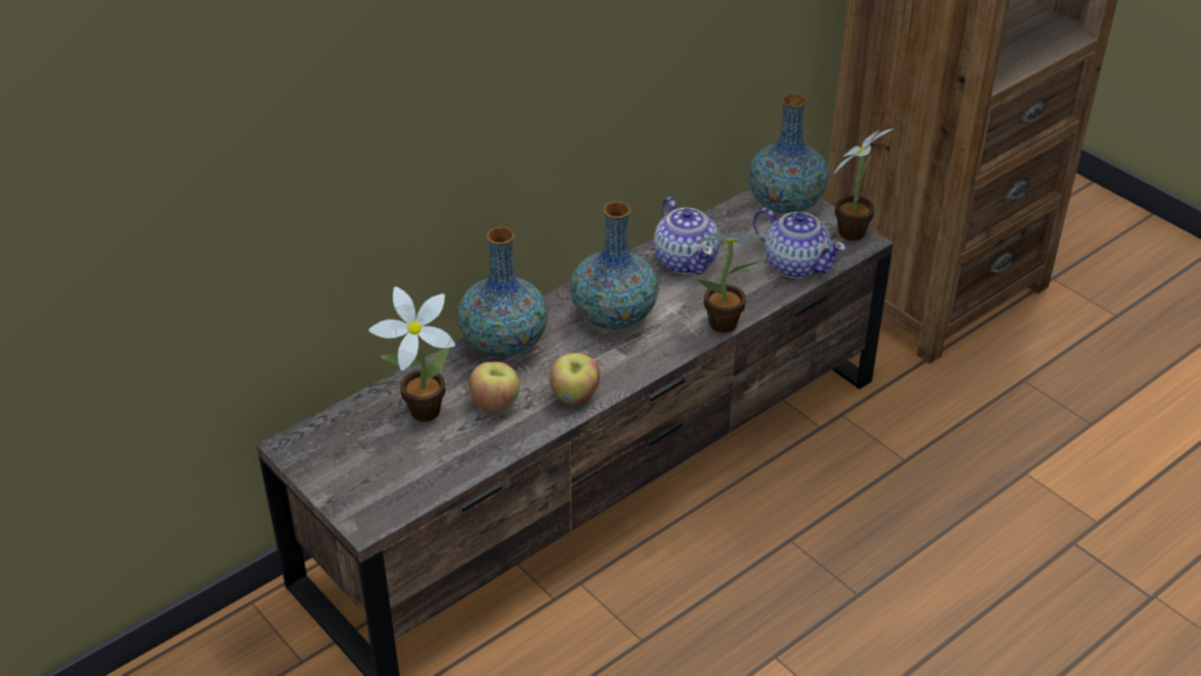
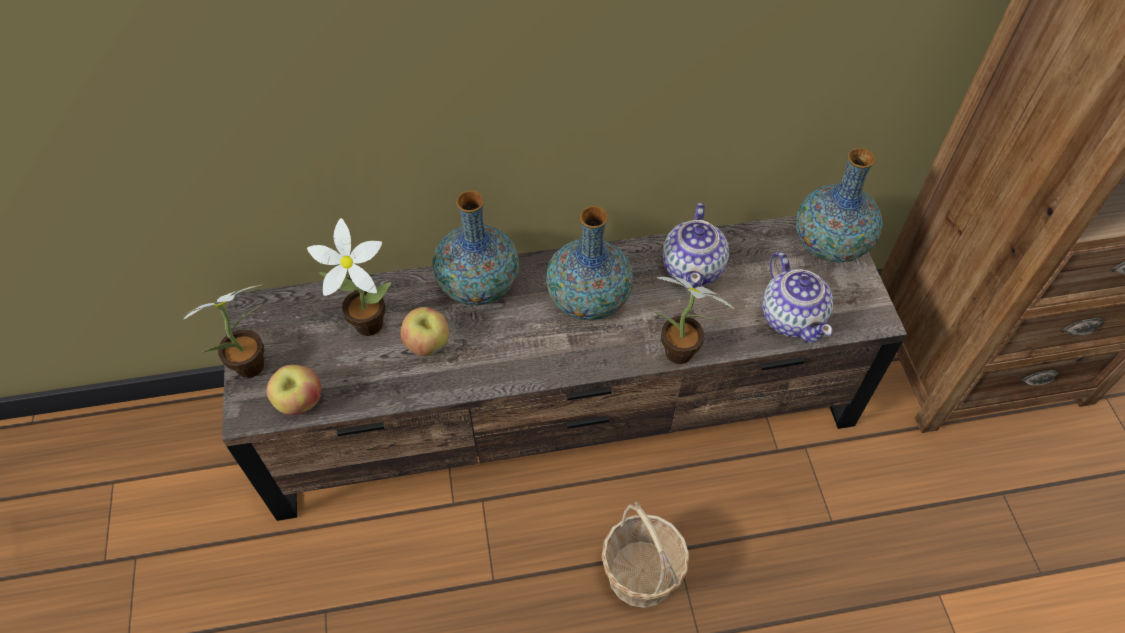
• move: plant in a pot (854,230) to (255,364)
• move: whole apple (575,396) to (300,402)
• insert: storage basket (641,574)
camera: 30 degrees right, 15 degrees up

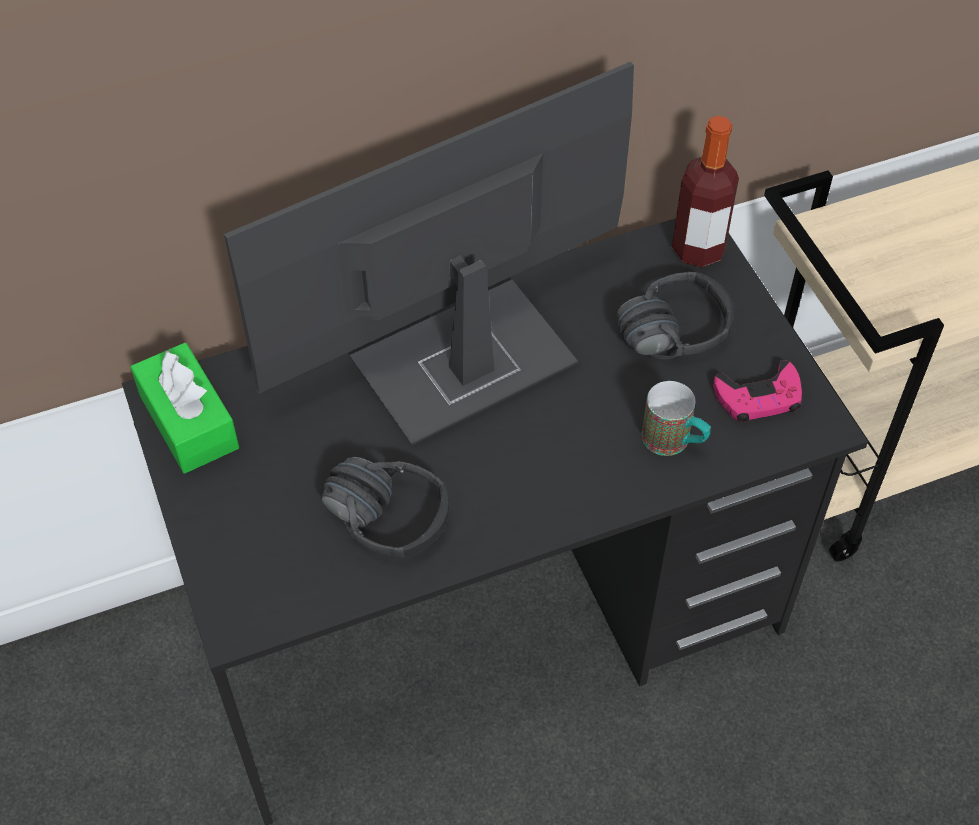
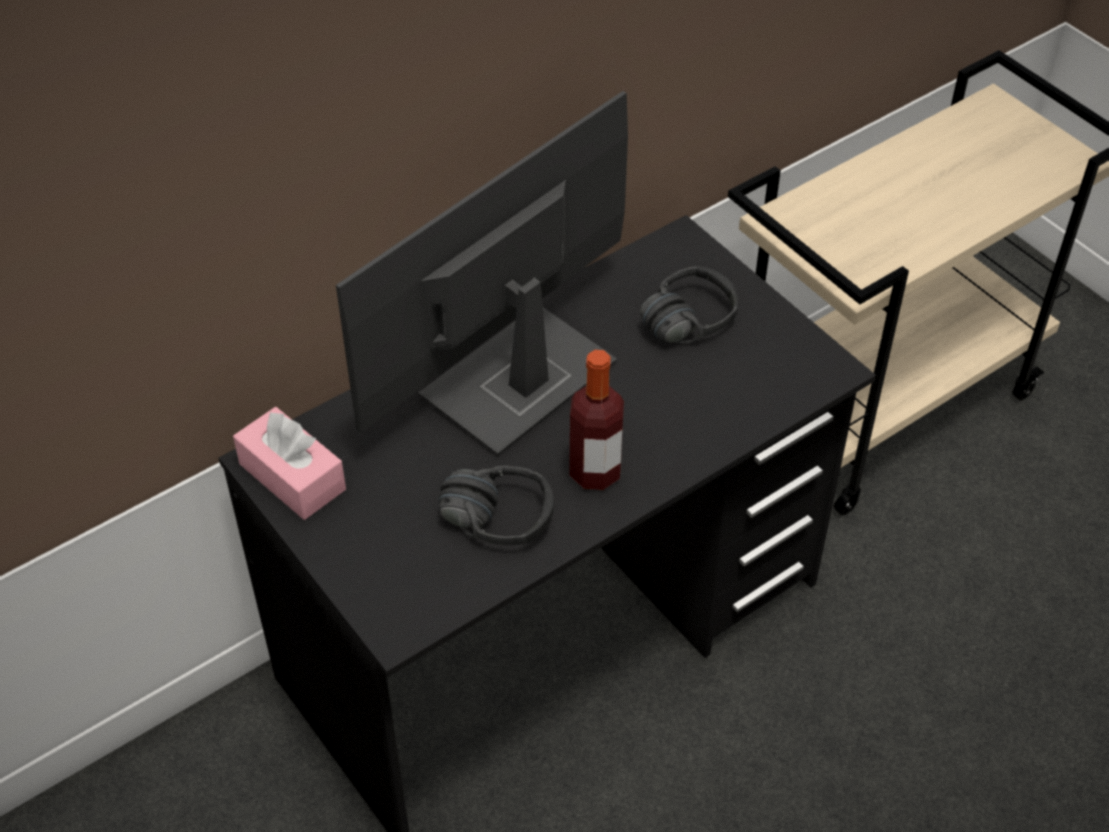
• move: drink bottle (698,249) to (595,472)
• recolor: greenish tissue holder (189,421) to pink-coloured tissue holder (292,477)
• delete: pink-coloured gamepad (759,397)
• delete: coffee mug (674,442)
camera: 15 degrees left, 5 degrees down

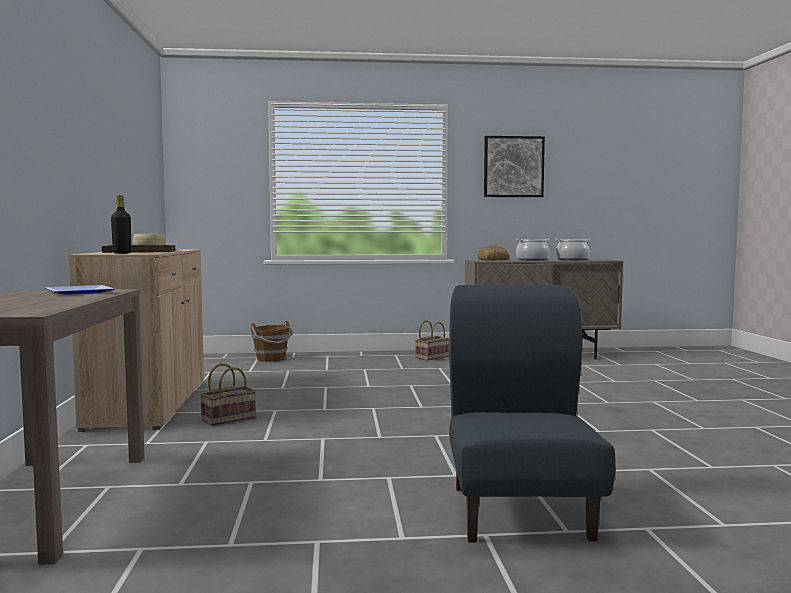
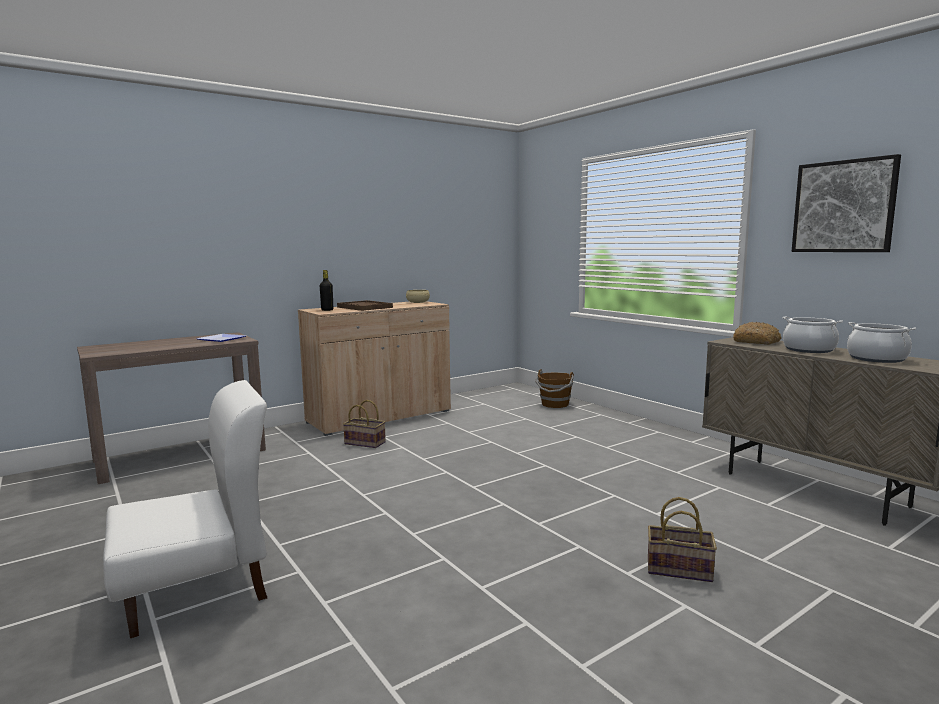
• recolor: blue plain chair (520,511) to whitish plain chair (196,590)
• move: storage basket (432,357) to (680,569)
camera: 60 degrees right, 5 degrees up

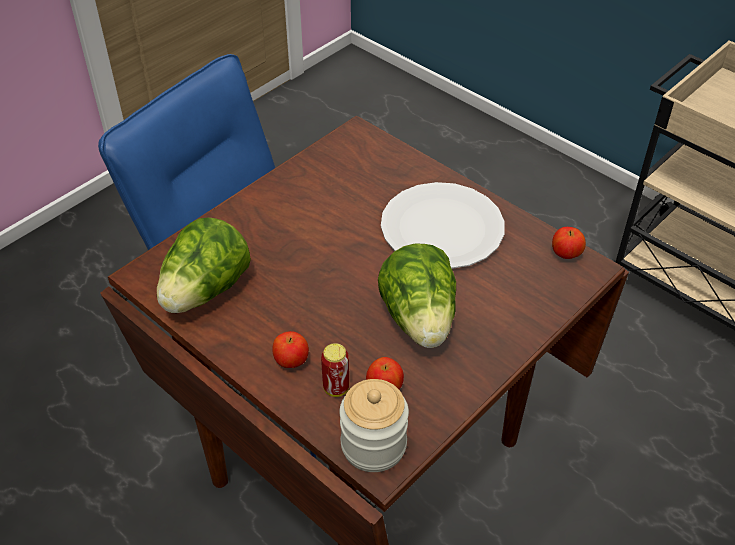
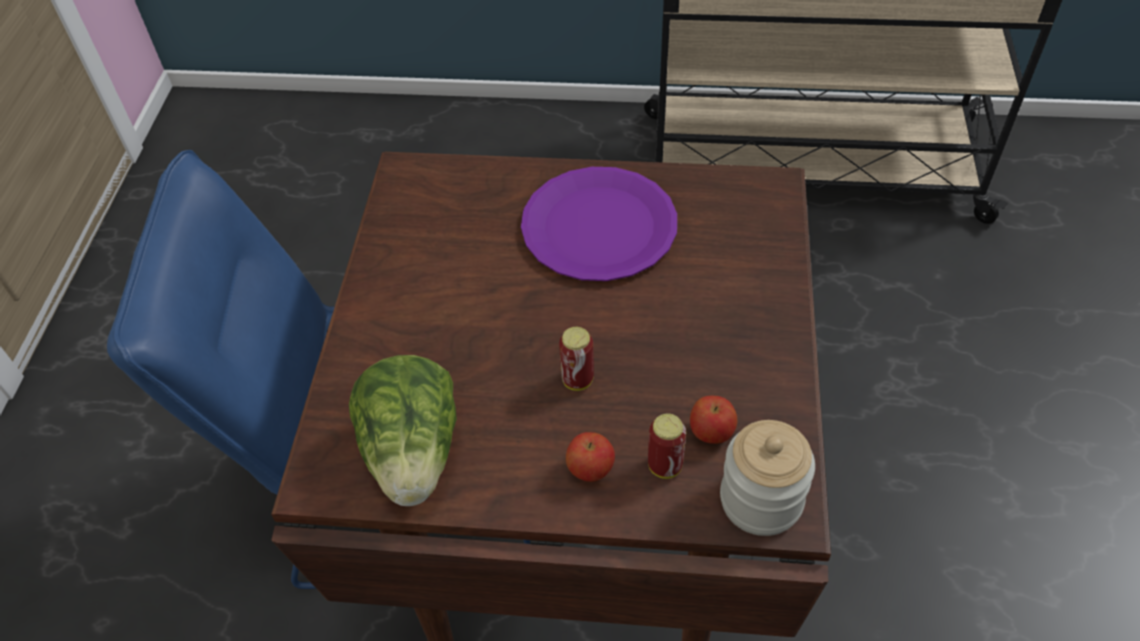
• recolor: whitish dinner plate (442,228) to purplish dinner plate (598,226)
• delete: whole apple (566,254)
• delete: lettuce (420,319)
• insert: sealed can (577,380)
camera: 35 degrees left, 5 degrees up

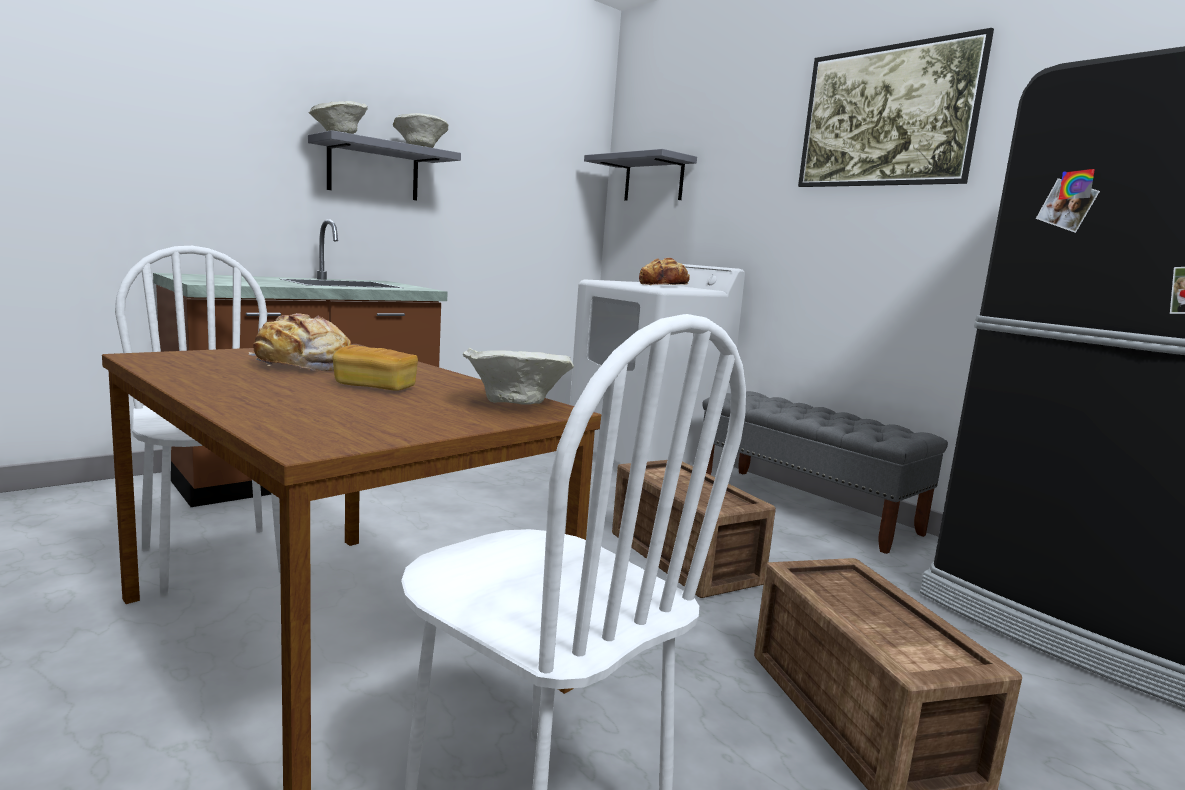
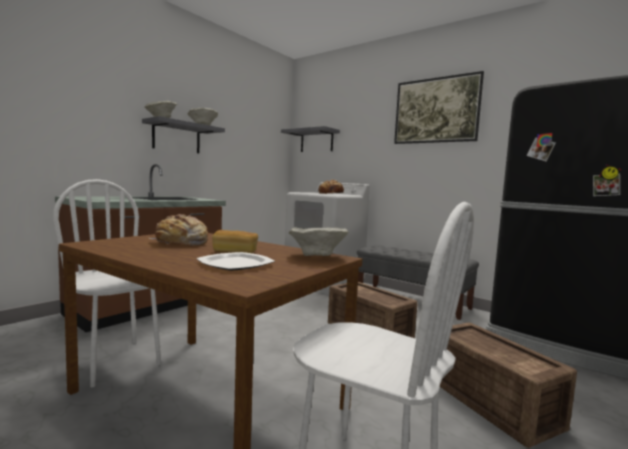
• insert: dinner plate (235,264)
camera: 10 degrees left, 5 degrees down

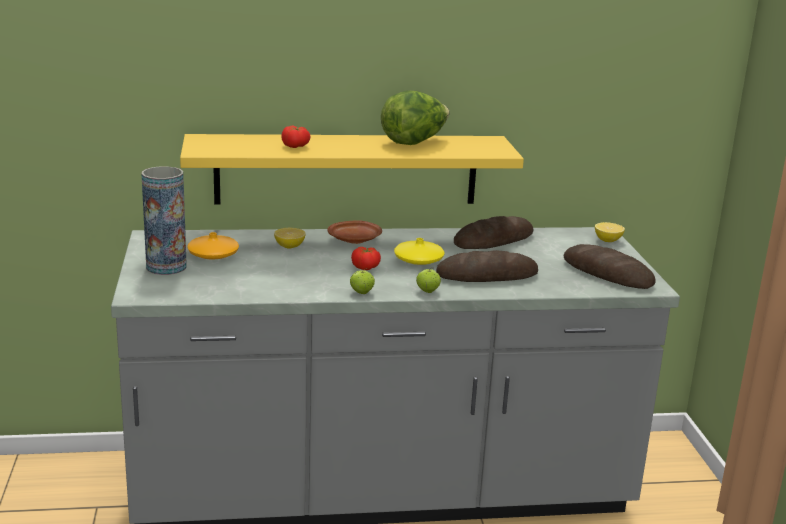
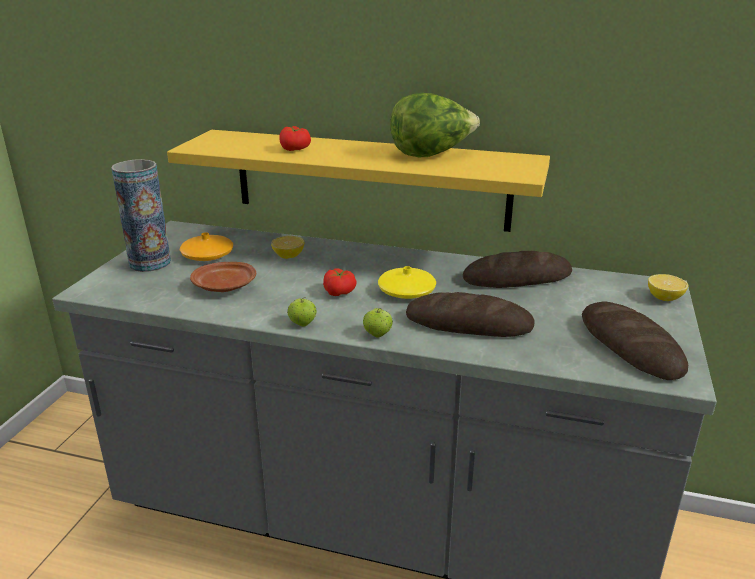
• move: brown-coloured dinner plate (355,240) to (226,286)
camera: 25 degrees right, 5 degrees up

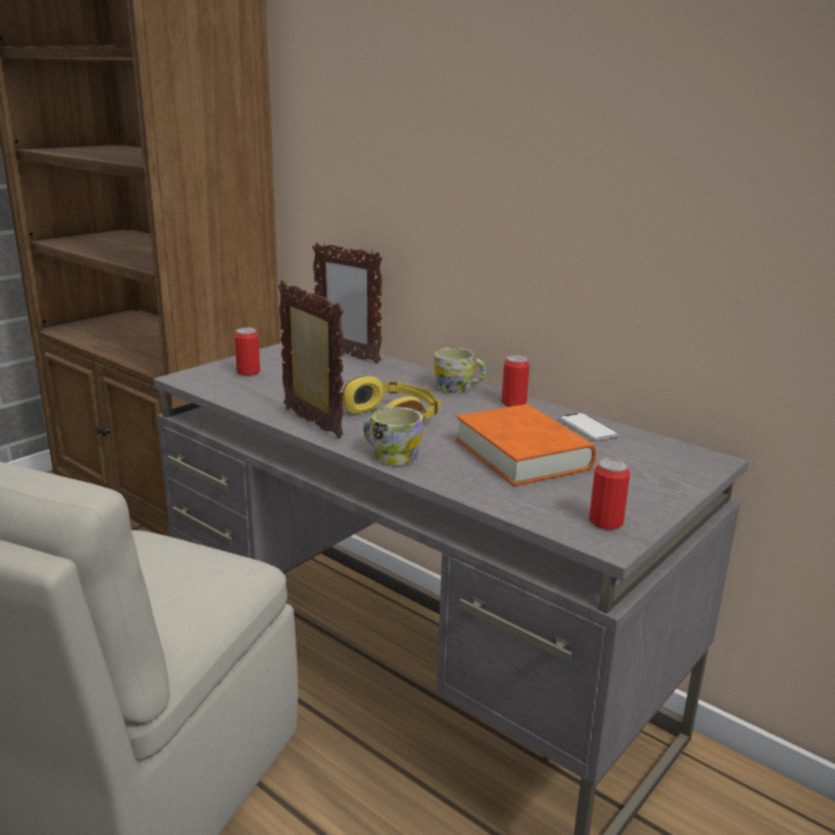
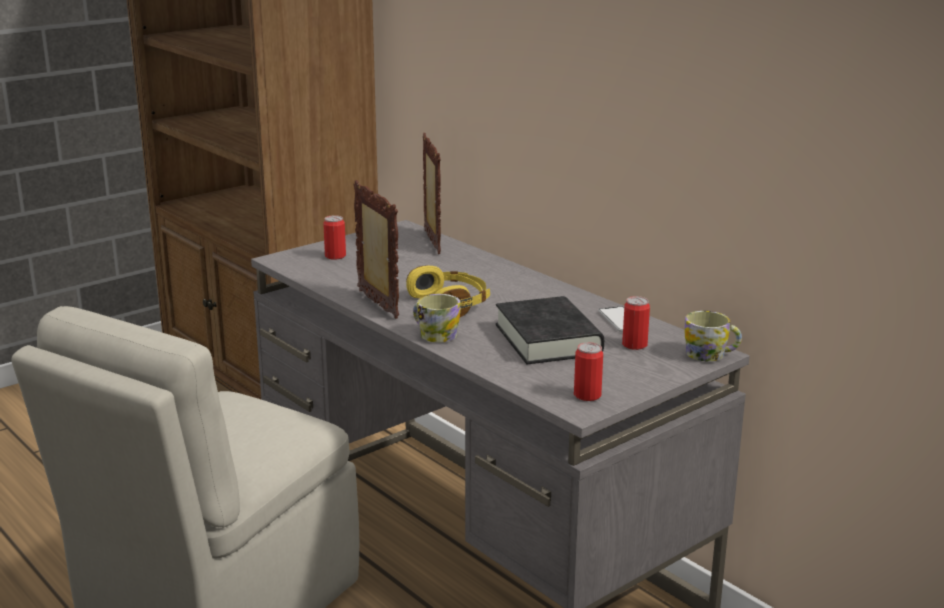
• rotate: picture frame (347,355) = (431,242) 150 degrees counterclockwise
• move: coffee mug (459,387) to (711,355)
• move: sealed can (513,403) to (634,345)
• recolor: orange book (522,454) to black book (548,339)
camera: 10 degrees right, 0 degrees up

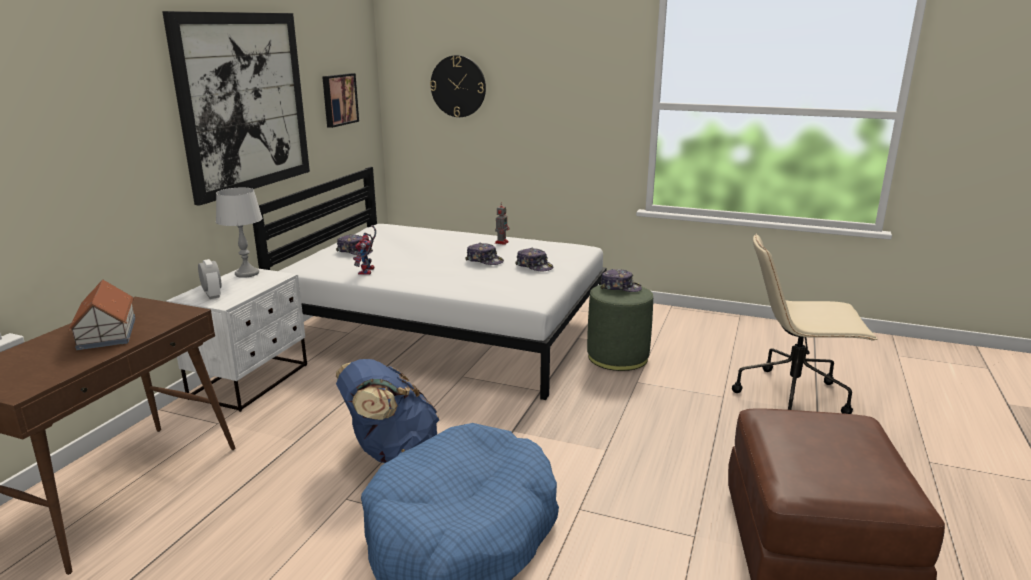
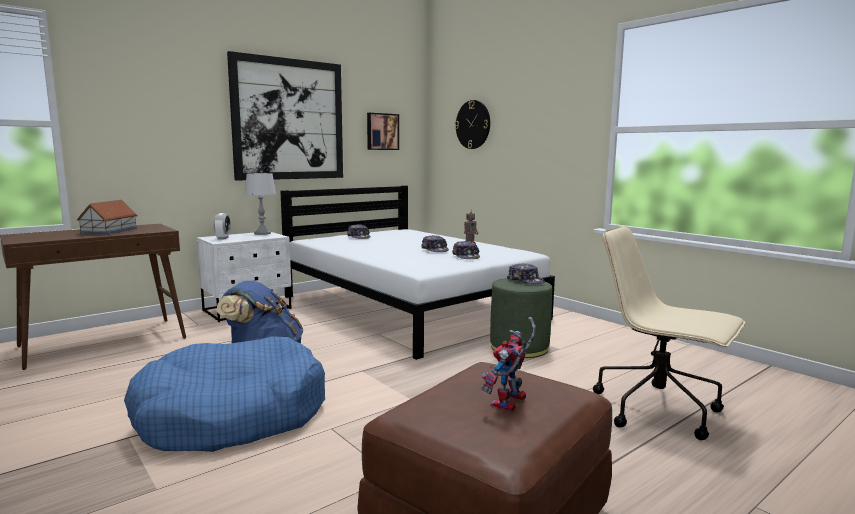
• move: model robot (367,272) to (510,404)
camera: 30 degrees right, 10 degrees down

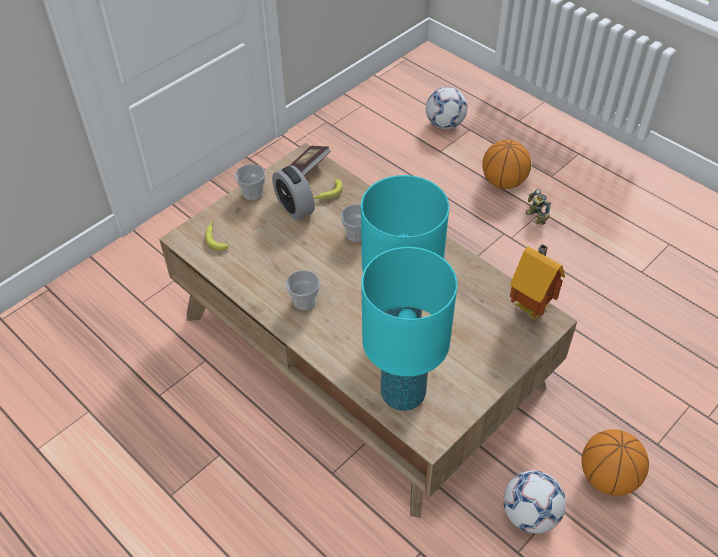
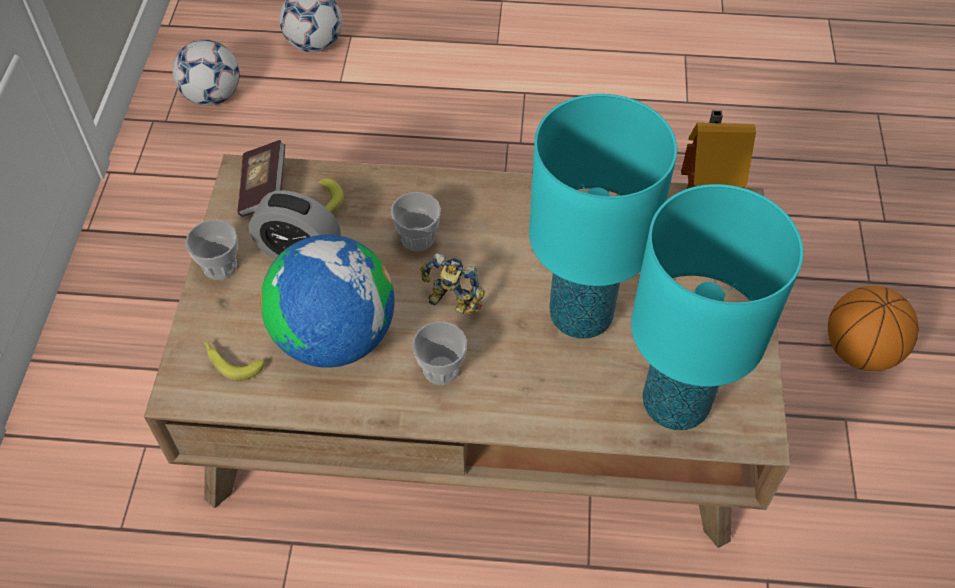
• delete: ball for basketball (503,182)
• move: model robot (534,218) to (450,303)
• move: football (530,515) to (213,96)
• insert: desk globe (335,337)
camera: 40 degrees left, 5 degrees up

